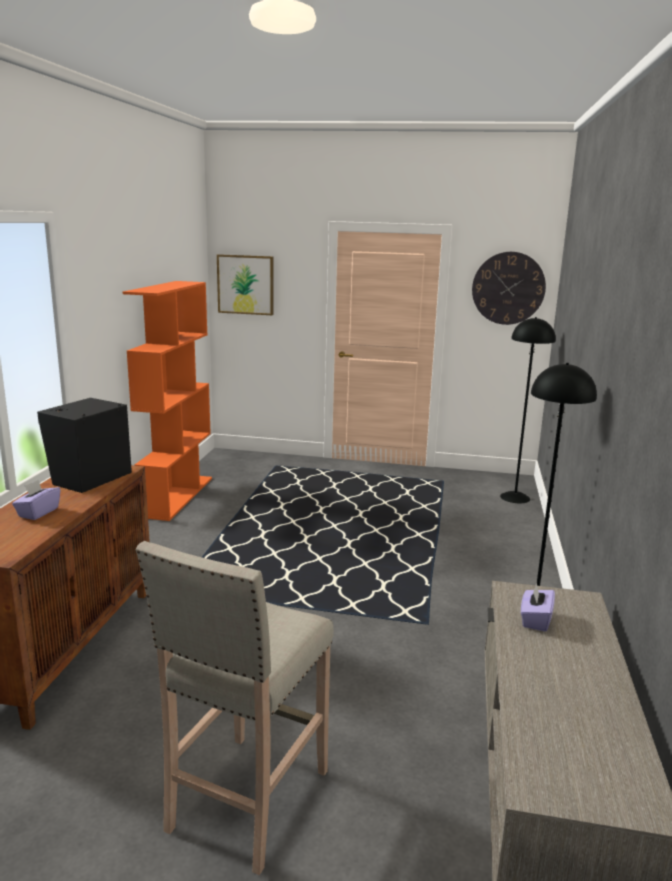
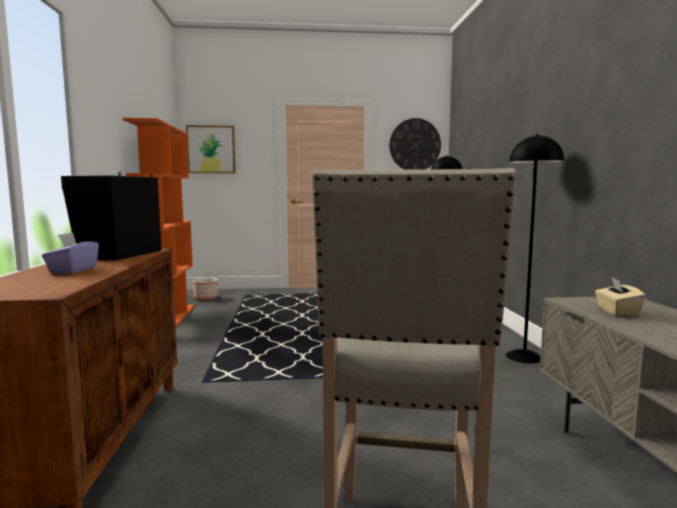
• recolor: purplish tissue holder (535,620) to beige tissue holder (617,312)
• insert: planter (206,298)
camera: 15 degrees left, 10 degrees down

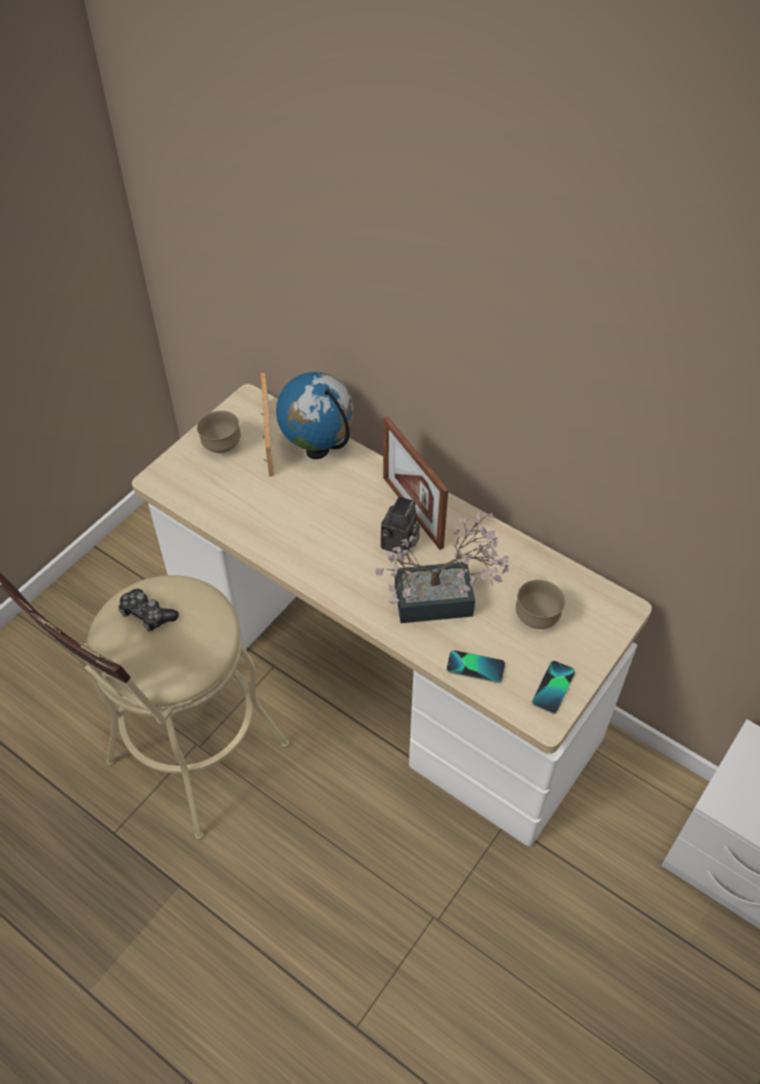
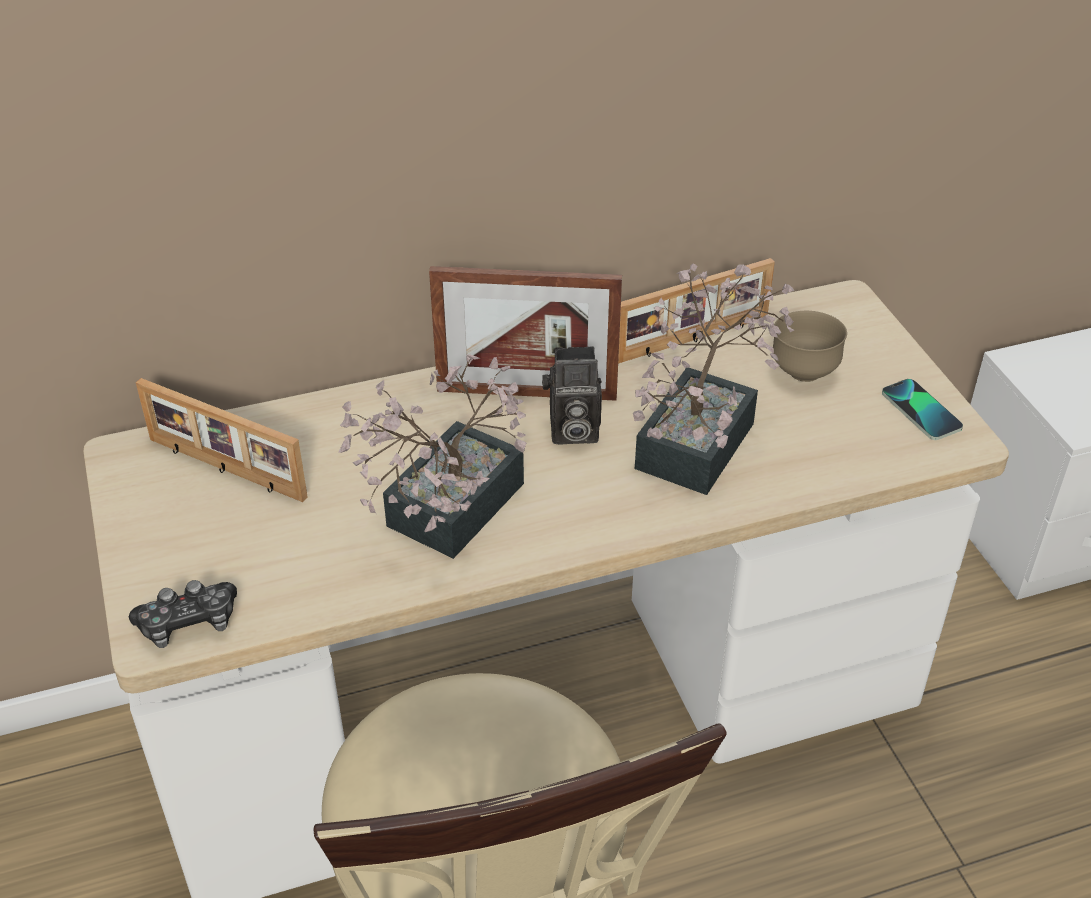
• delete: desk globe (318,450)
• delete: brown-coloured bowl (221,446)
• rotate: still camera (400,544) = (571,431) 120 degrees clockwise
• move: gamepad (147,615) to (188,623)
• delete: telephone (475,667)
• insert: picture frame (693,339)
• insert: plant in a pot (444,514)
camera: 55 degrees left, 10 degrees down

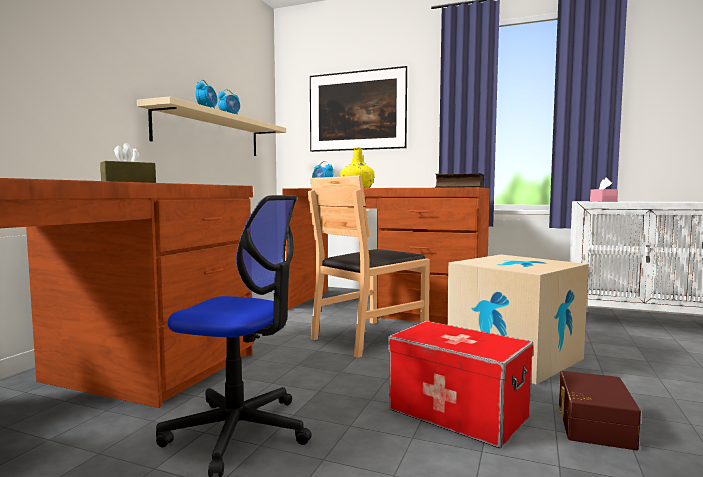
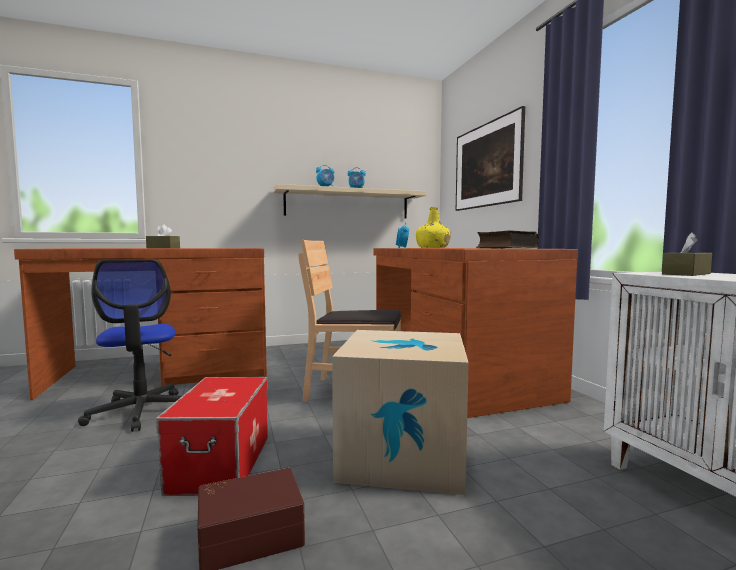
• recolor: pink-coloured tissue holder (603,201) to brown-coloured tissue holder (686,274)
camera: 50 degrees right, 0 degrees up

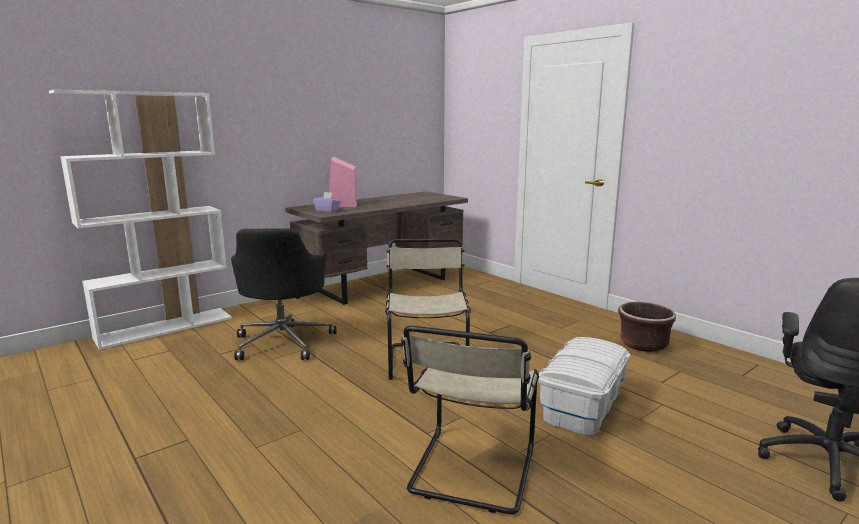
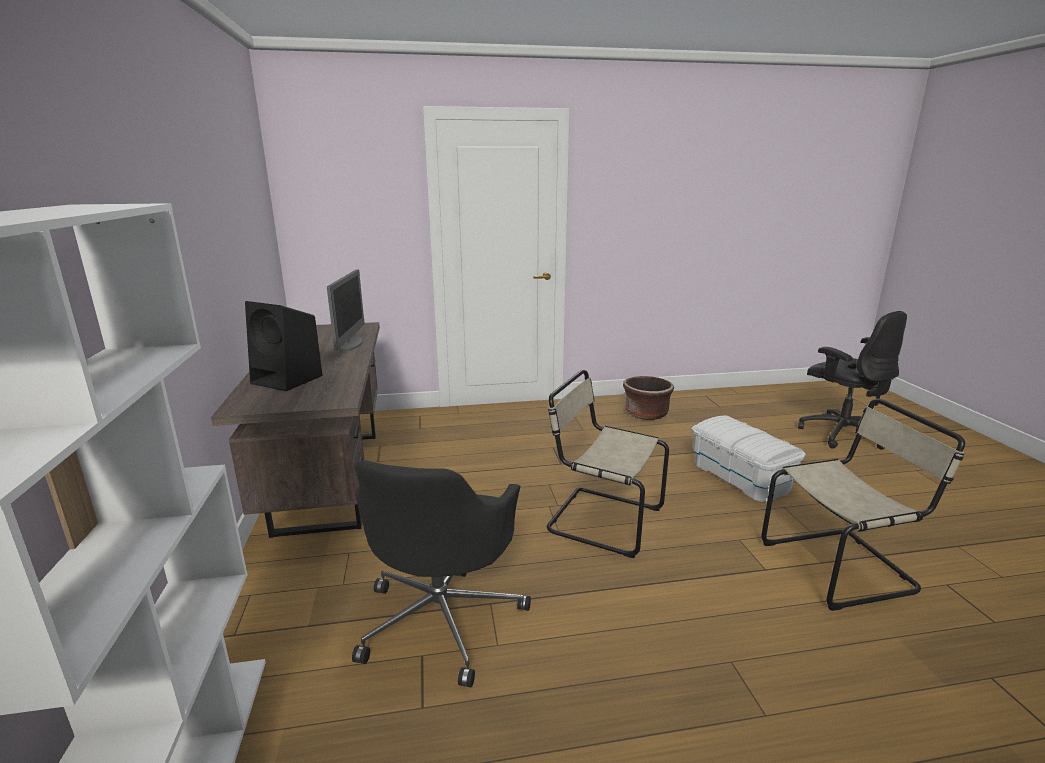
• recolor: pink-coloured audio speaker (342,205) to black audio speaker (289,380)
• delete: purplish tissue holder (327,211)
• rotate: black computer chair (284,341) = (442,618) 75 degrees clockwise
• rotate: beige plain chair (471,472) = (841,566) 60 degrees counterclockwise
• insert: monitor (350,344)
camera: 60 degrees left, 5 degrees up

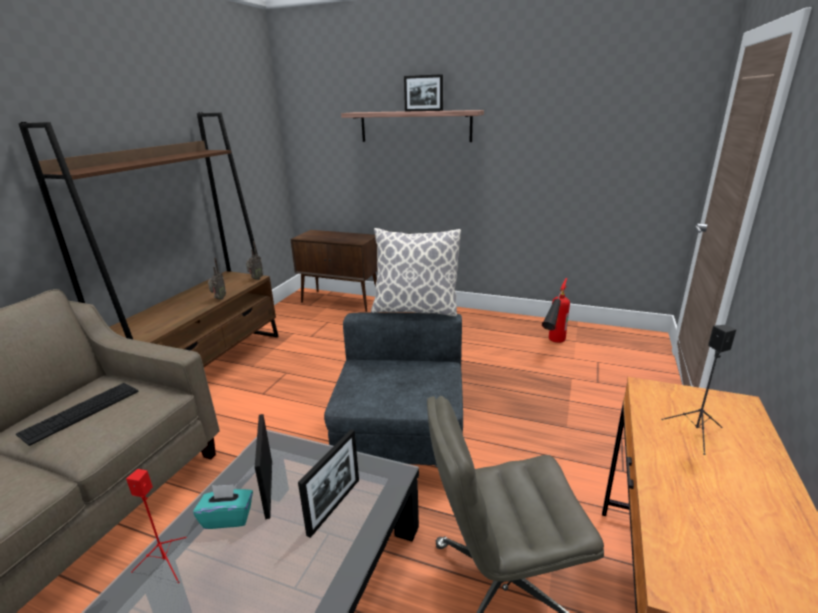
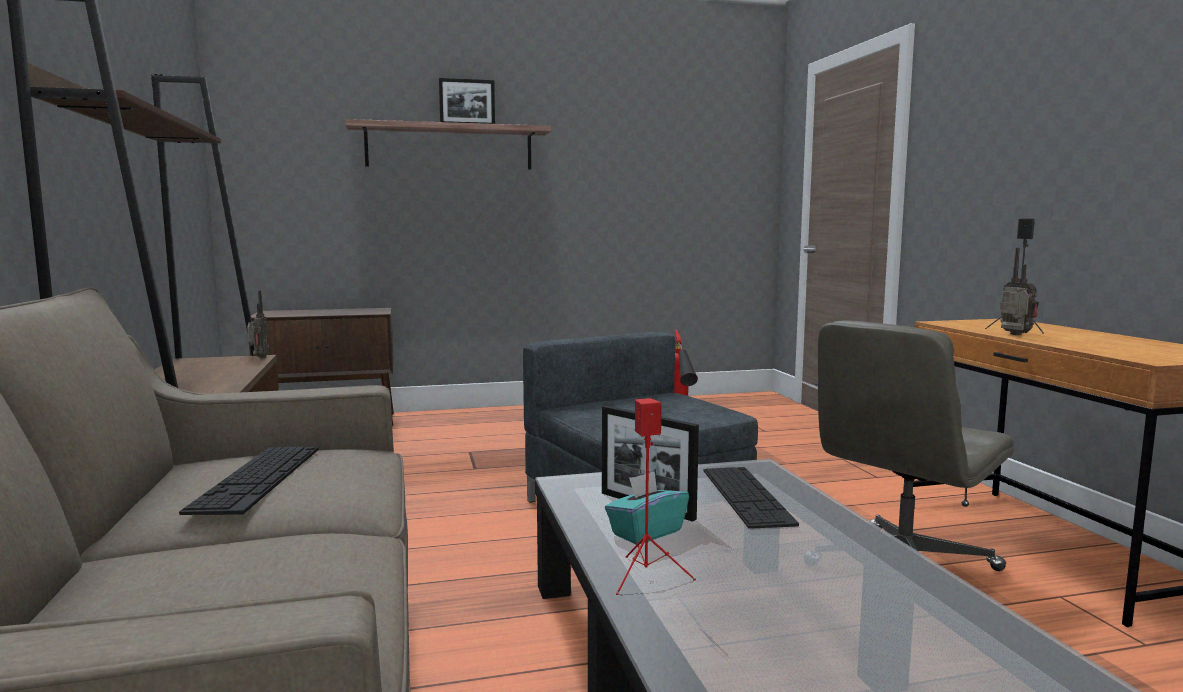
• delete: throw pillow (415,310)
• move: radio (219,299) to (1014,335)
• replace: picture frame (334,506) to computer keyboard (746,496)
camera: 35 degrees left, 15 degrees down

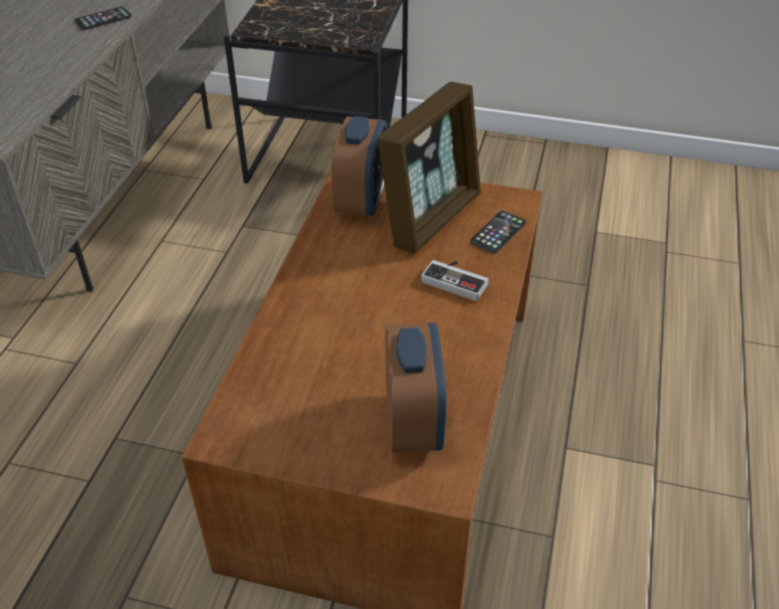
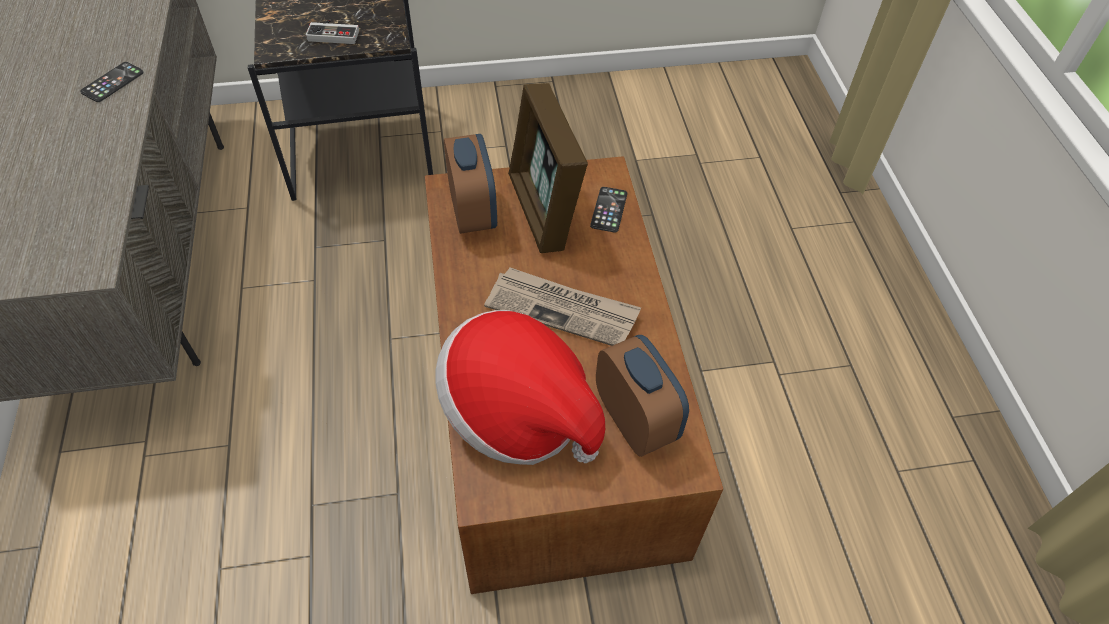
• rotate: picture frame (431,217) = (543,211) 150 degrees clockwise
• move: gamepad (457,280) to (334,33)
• insert: newspaper (563,309)
• insert: wearable hat (518,413)
camera: 25 degrees left, 10 degrees up

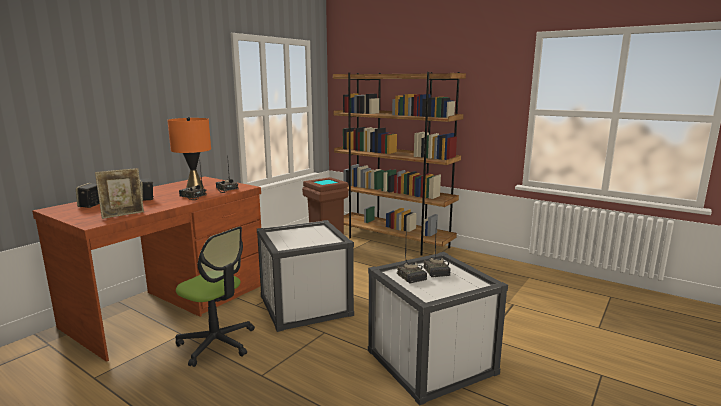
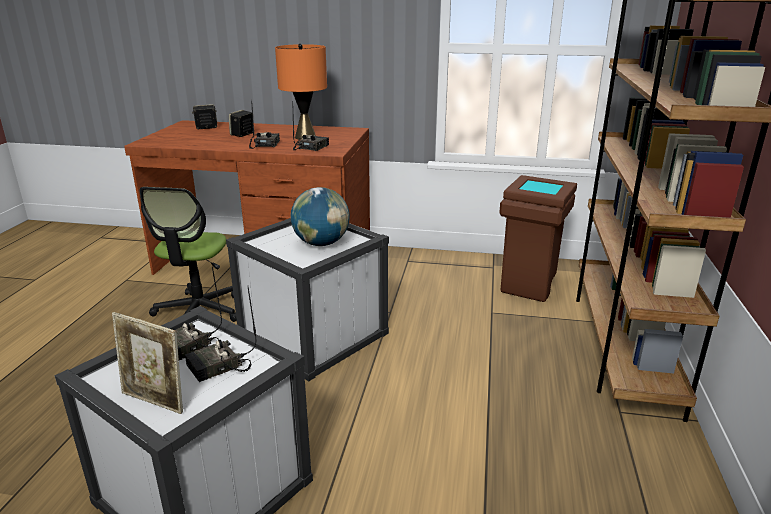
• move: picture frame (123,215) to (155,401)
• insert: desk globe (321,243)
camera: 65 degrees right, 10 degrees up

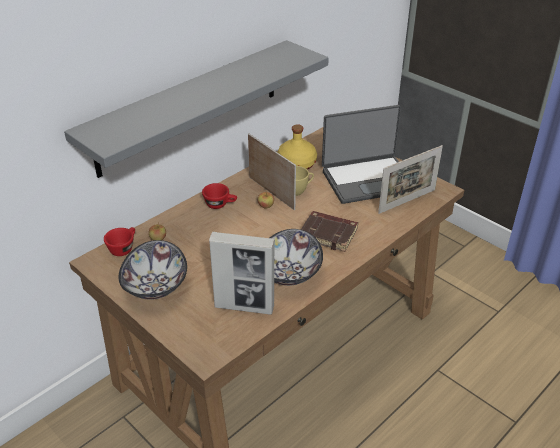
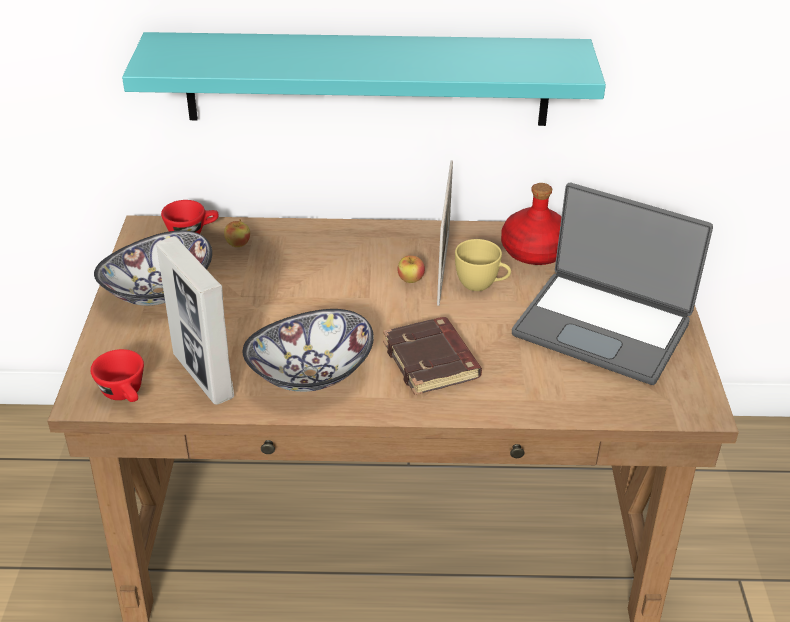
• recolor: grey shelf (190,107) to blue-green shelf (367,79)
• recolor: yellow drink bottle (297,164) to red drink bottle (535,252)
• delete: picture frame (407,201)
• move: red small cup (220,204) to (125,394)
camera: 45 degrees right, 0 degrees up

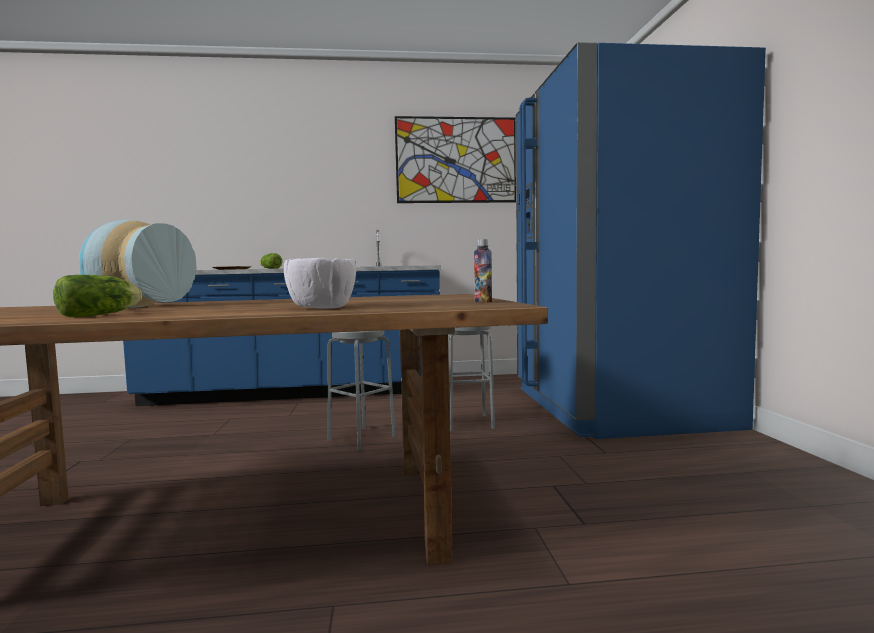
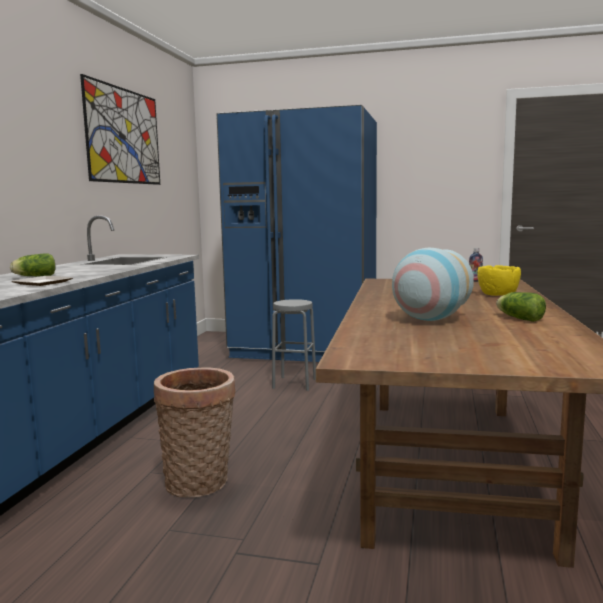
• recolor: whitish bowl (321,308) to yellow bowl (499,295)
• delete: grey stool seat (362,438)
• insert: storage basket (200,483)
camera: 70 degrees left, 5 degrees up

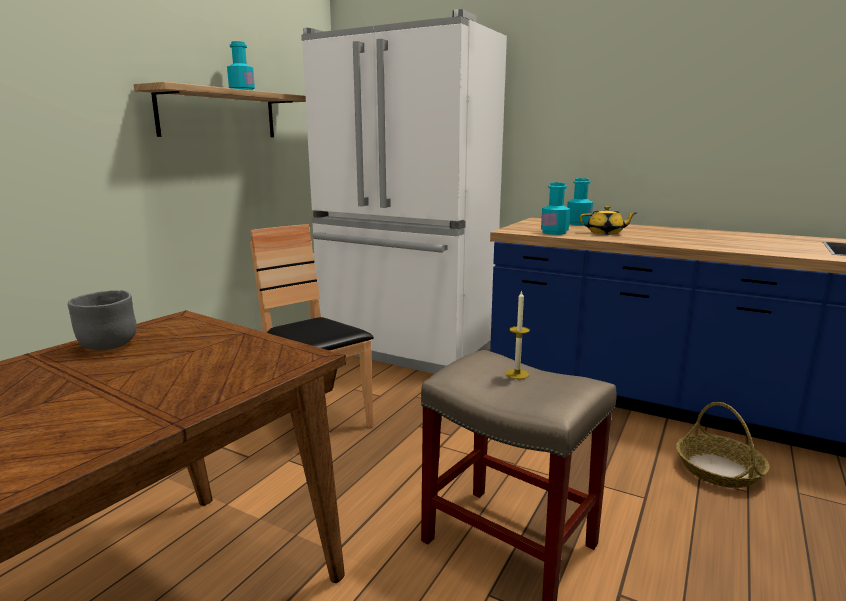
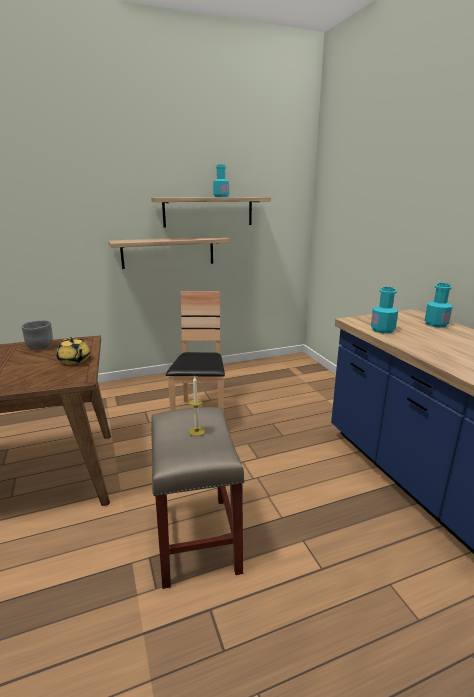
• delete: whitish refrigerator (405,350)
• move: yellow pot for tea (605,233) to (74,360)
• delete: storage basket (719,470)
• insert: shelf (168,252)
camera: 40 degrees right, 5 degrees up

